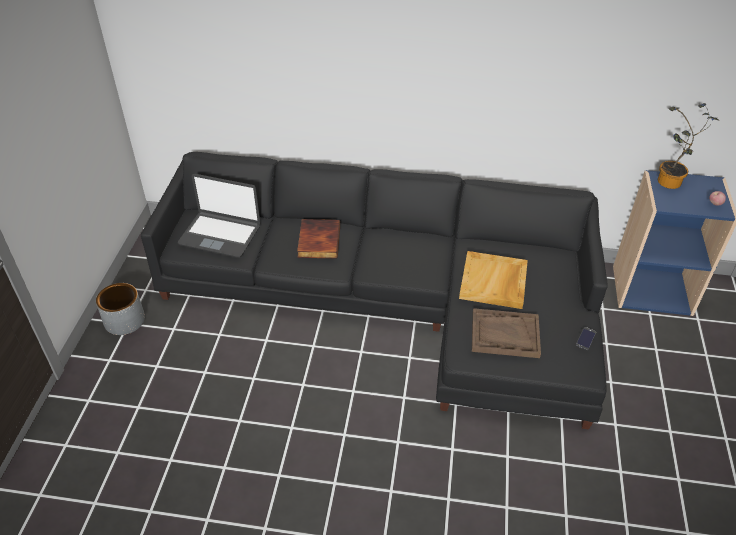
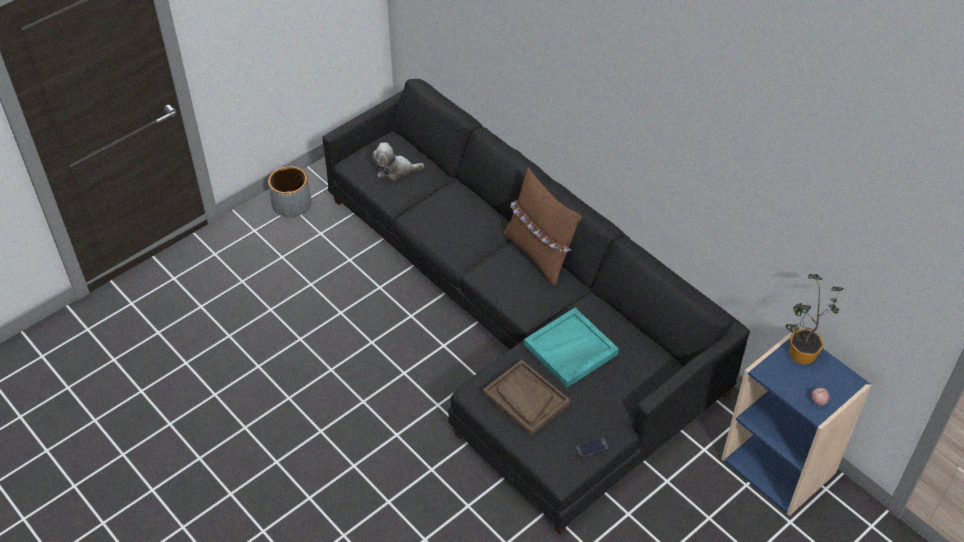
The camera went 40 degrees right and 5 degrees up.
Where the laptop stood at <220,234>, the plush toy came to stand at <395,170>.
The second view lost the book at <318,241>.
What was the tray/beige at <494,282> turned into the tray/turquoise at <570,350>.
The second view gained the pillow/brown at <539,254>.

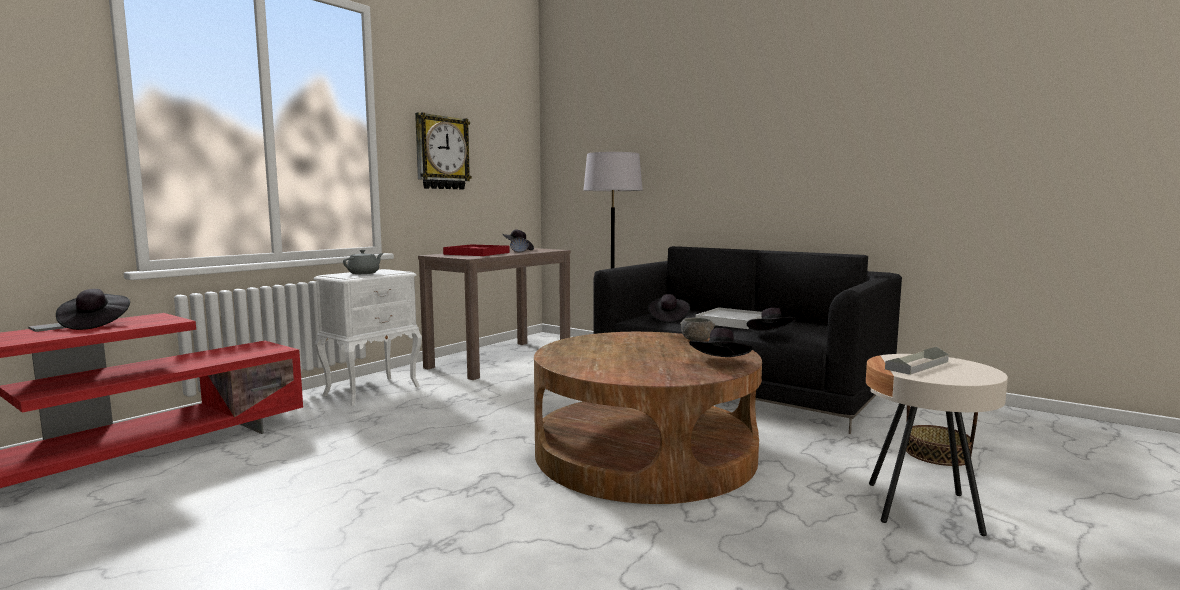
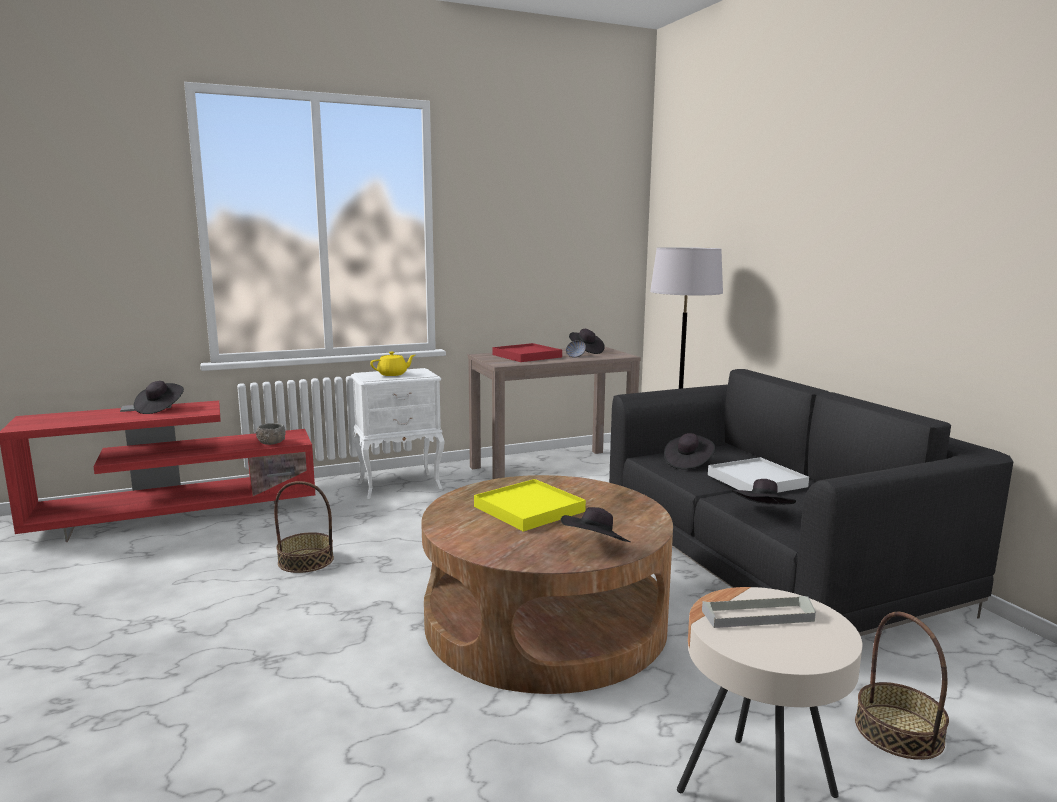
The camera went 30 degrees right and 5 degrees up.
What was the teapot/grey at <364,273> turned into the teapot/yellow at <393,374>.
The second view lost the wall clock at <441,153>.
The bowl/grey ended up elsewhere, having gone from <697,339> to <271,443>.
The second view gained the basket at <306,560>.
The second view gained the tray/yellow at <528,509>.

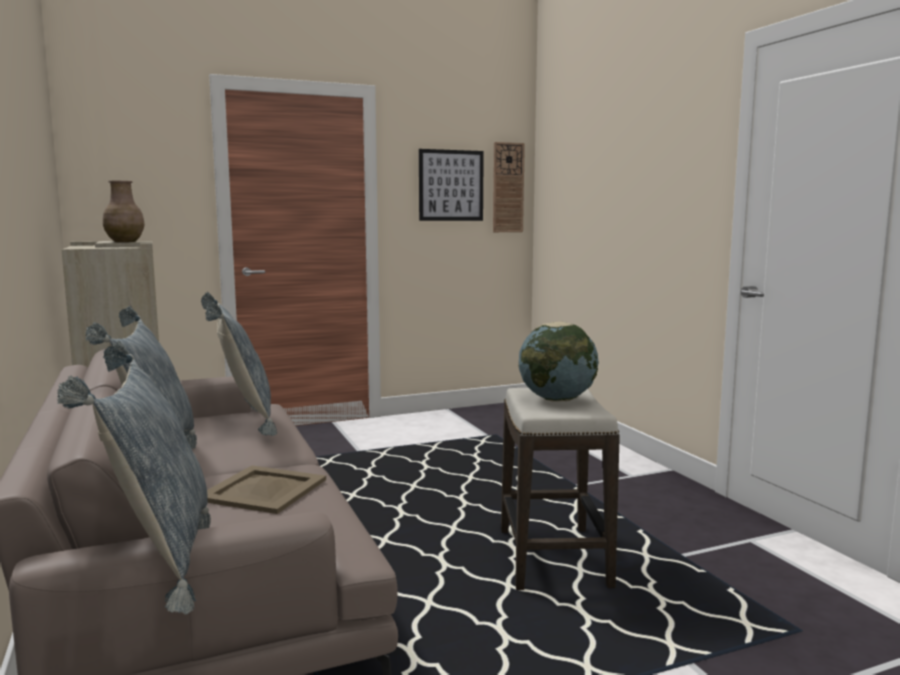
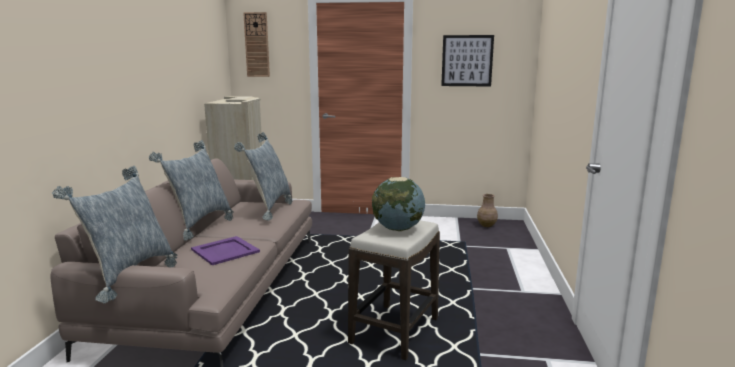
The camera went 30 degrees right and 5 degrees up.
The vase/brown ended up elsewhere, having gone from <125,241> to <487,225>.
What was the tray/beige at <263,490> turned into the tray/purple at <225,251>.
The wall clock ended up elsewhere, having gone from <508,187> to <257,45>.

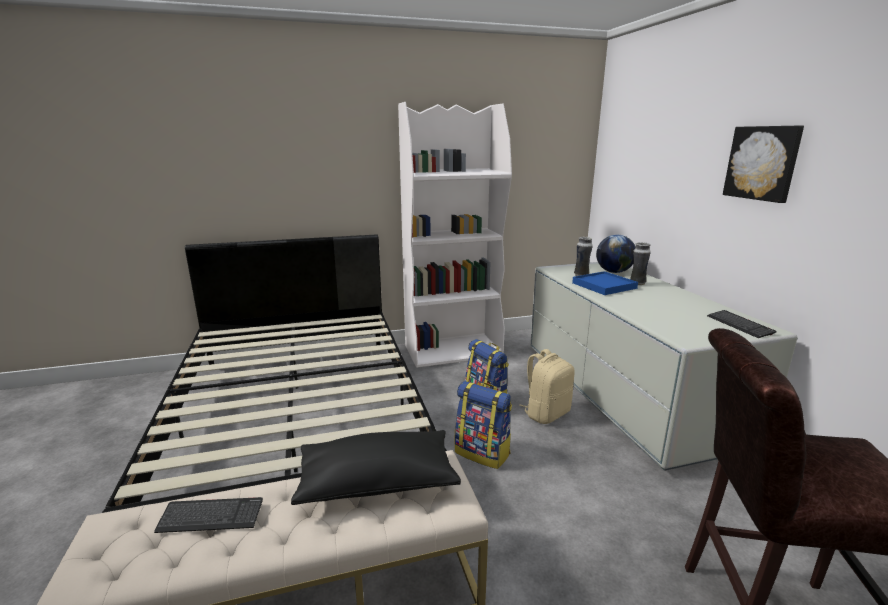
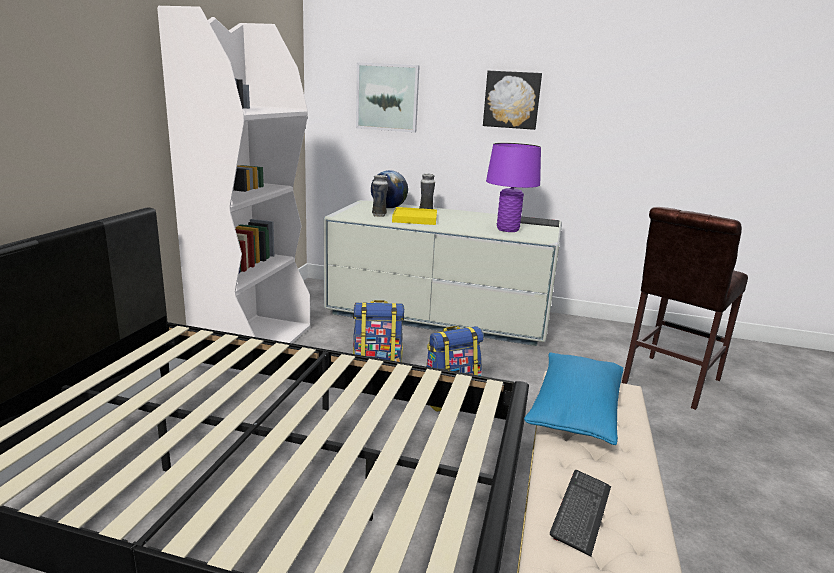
The camera went 60 degrees left and 0 degrees up.
What was the pillow/black at <377,482> turned into the pillow/blue at <575,412>.
The second view lost the backpack/beige at <546,413>.
What was the tray/blue at <604,286> turned into the tray/yellow at <415,219>.
The second view gained the picture at <387,97>.
The second view gained the table lamp/purple at <508,229>.

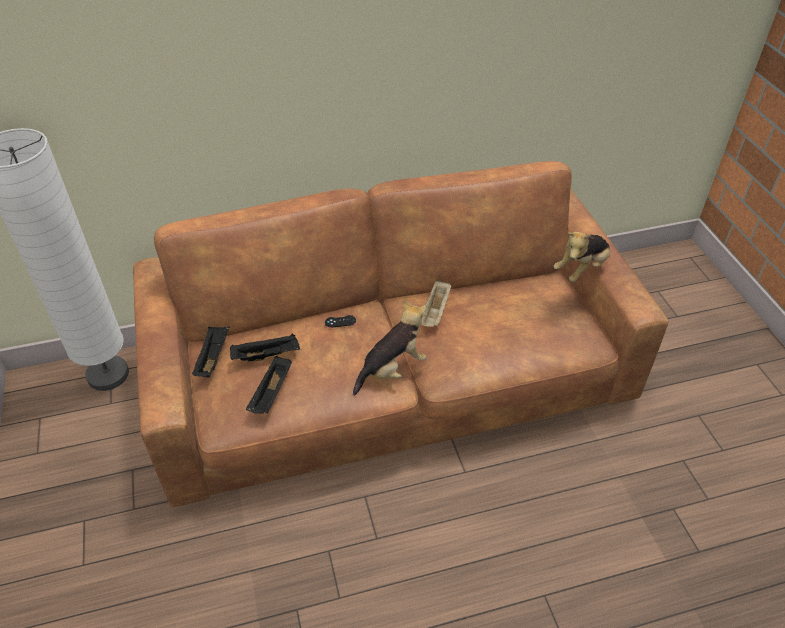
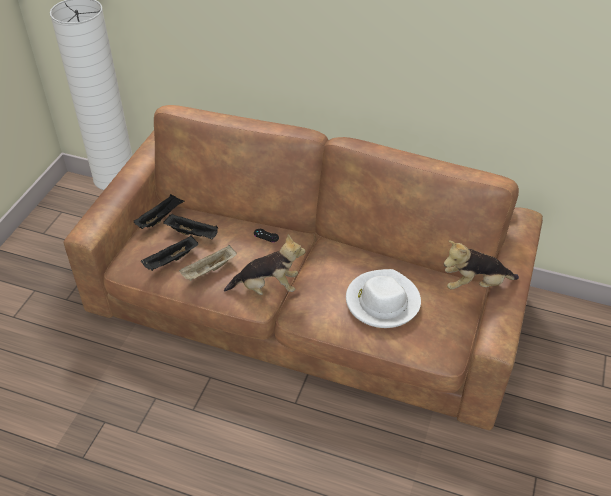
The camera went 35 degrees right and 0 degrees up.
The tray/beige ended up elsewhere, having gone from <435,312> to <209,270>.
The second view gained the hat/white at <382,301>.

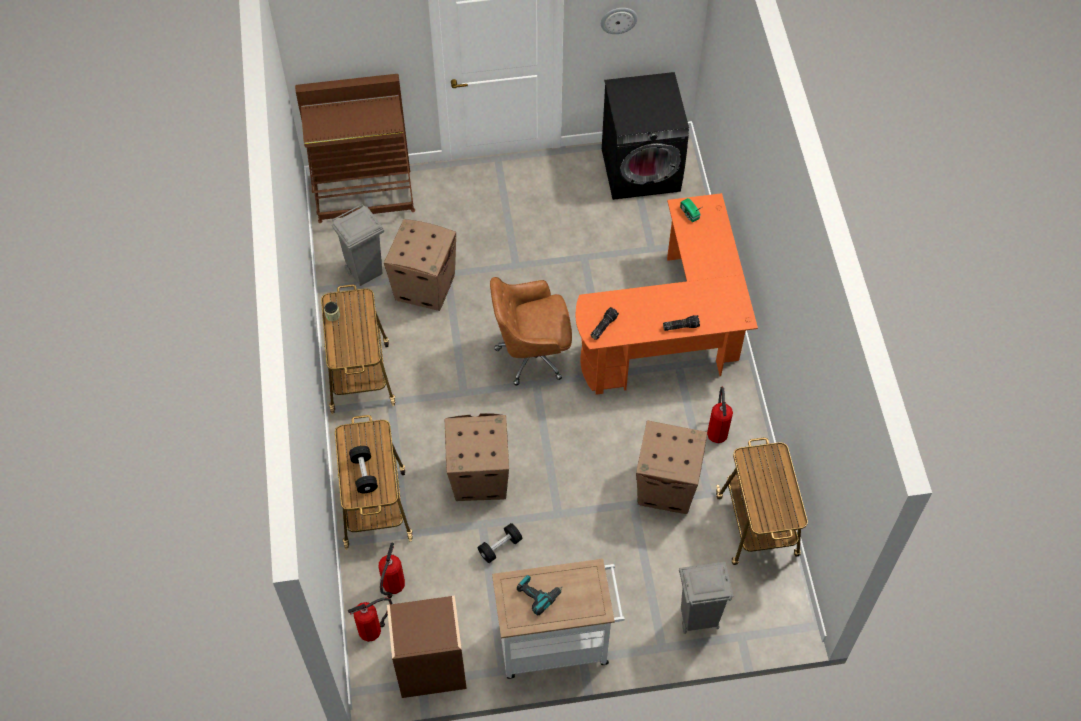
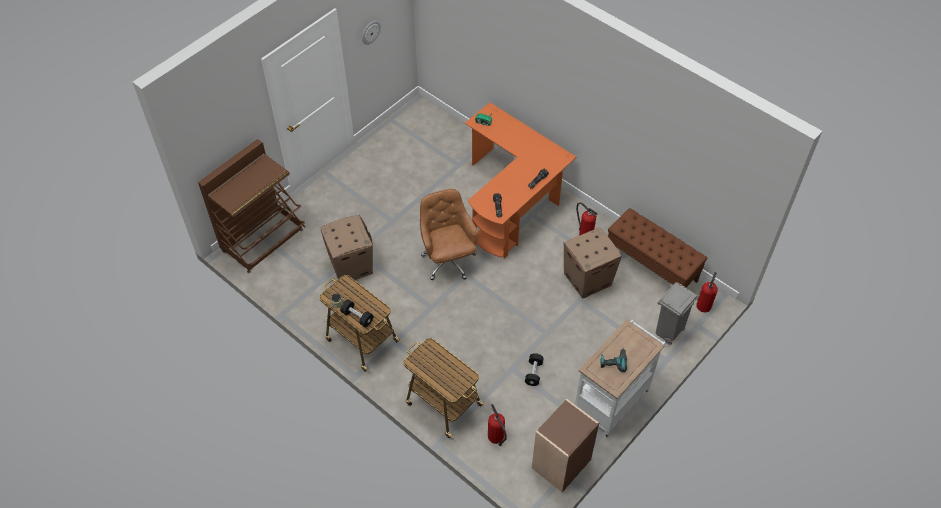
The camera went 40 degrees left and 5 degrees down.
The second view lost the trash can/grey at <365,271>.
The fire extinguisher ended up elsewhere, having gone from <372,629> to <704,304>.
The dumbbell/black ended up elsewhere, having gone from <364,474> to <357,317>.
The second view lost the cardboard box at <478,477>.
The office chair/brown at <532,354> ended up facing another way, 120 degrees clockwise from before.
The second view lost the washing machine/black at <641,169>.
Where the cart stood at <757,527>, the bench/brown came to stand at <651,267>.

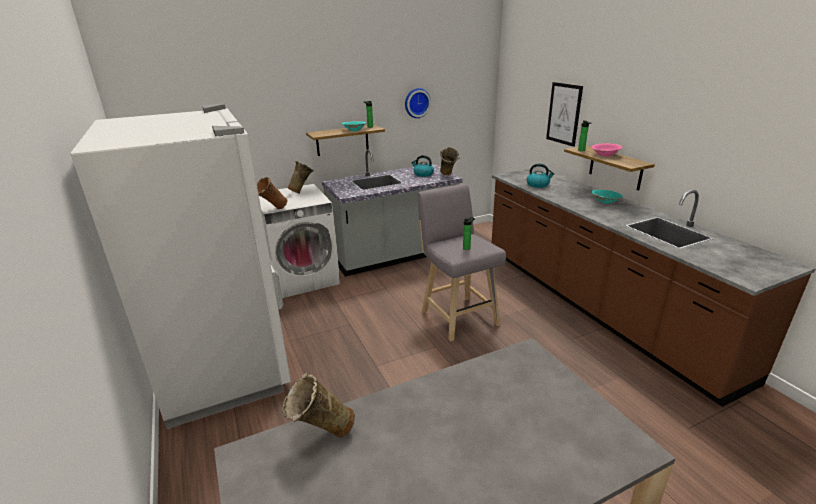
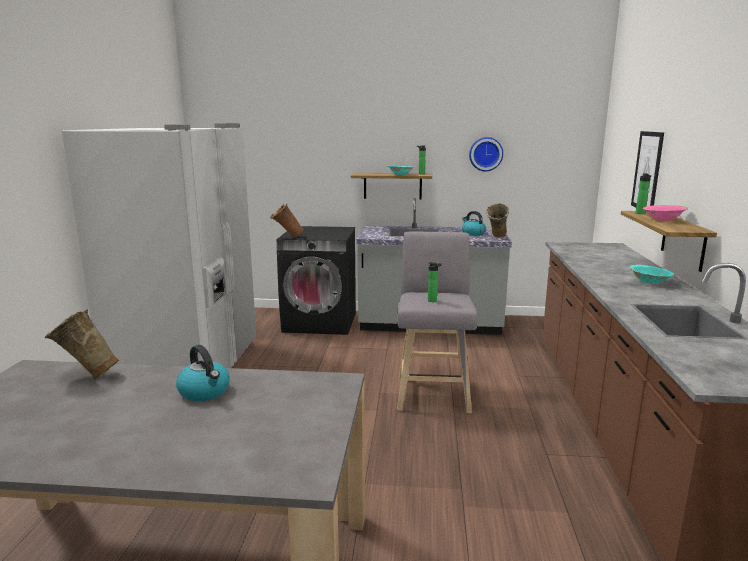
The camera went 30 degrees right and 10 degrees down.
What was the washing machine/white at <303,277> turned into the washing machine/black at <321,322>.
The second view lost the vase/beige at <302,192>.
The kettle ended up elsewhere, having gone from <538,184> to <205,392>.

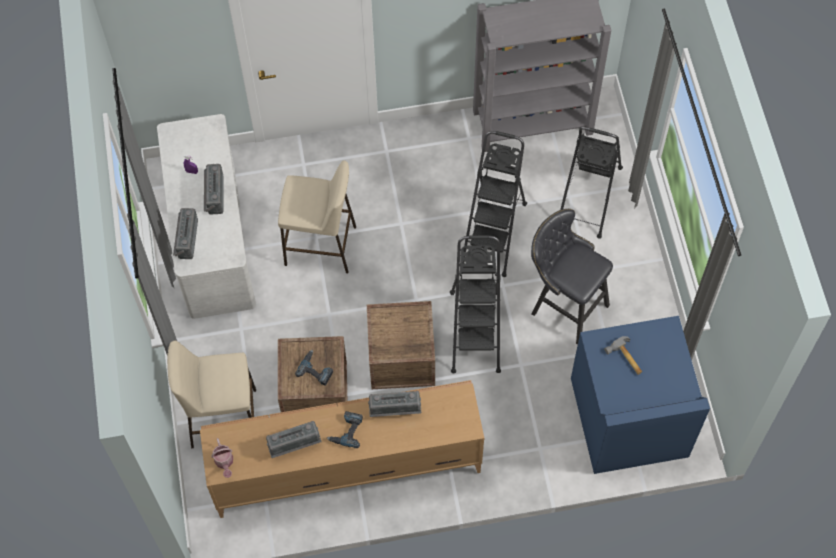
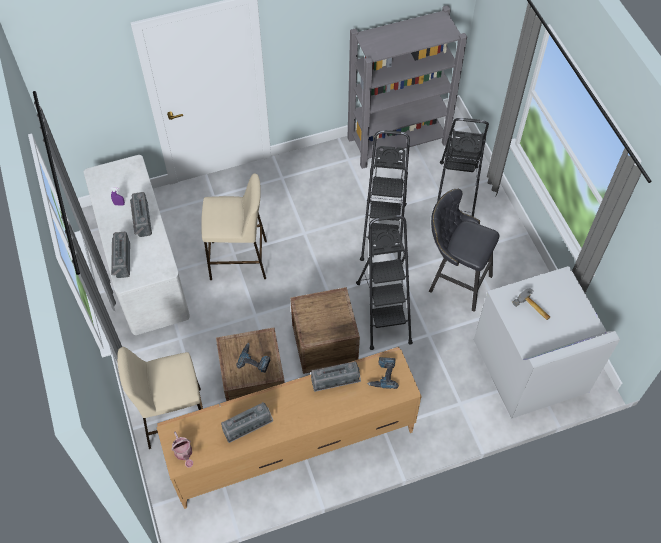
The camera went 10 degrees left and 5 degrees down.
The power drill ended up elsewhere, having gone from <346,431> to <383,375>.
What was the washing machine/blue at <628,417> turned into the washing machine/white at <529,365>.

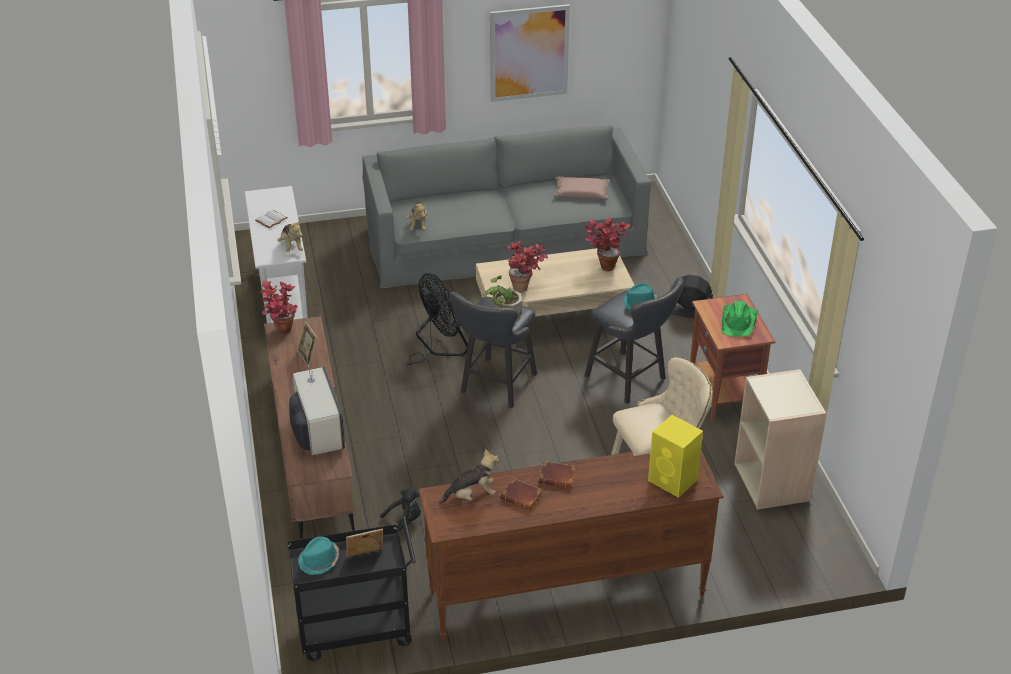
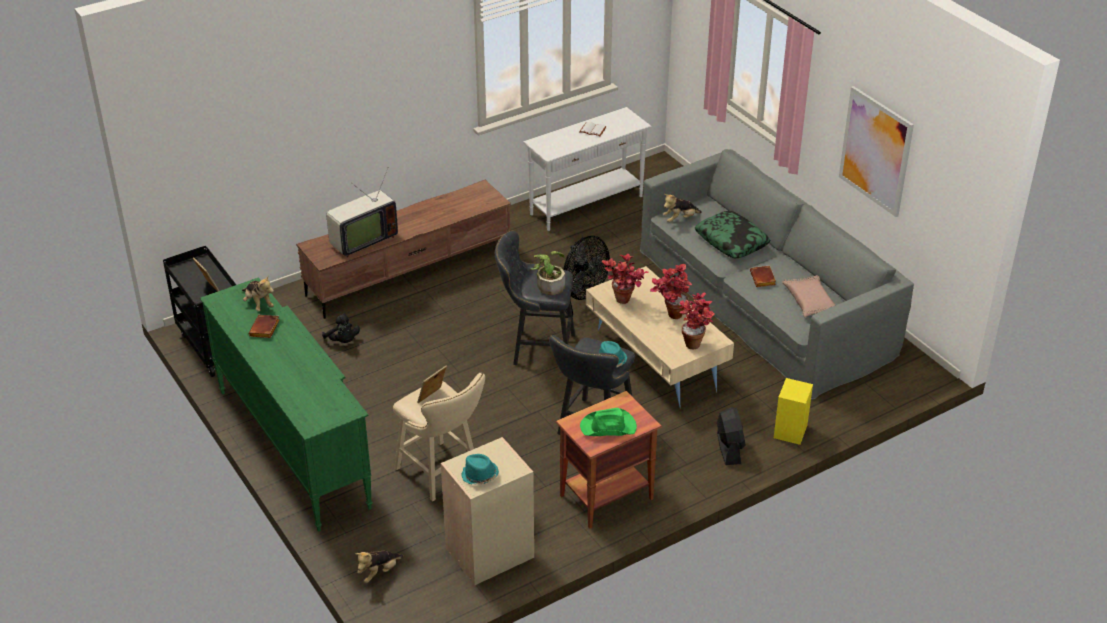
The camera went 70 degrees right and 0 degrees up.
The potted plant ended up elsewhere, having gone from <281,333> to <669,315>.
The plush toy ended up elsewhere, having gone from <291,246> to <379,572>.
The picture frame ended up elsewhere, having gone from <308,357> to <432,398>.
The hat/turquoise ended up elsewhere, having gone from <319,561> to <479,475>.
What was the cabinet/brown at <566,592> turned into the cabinet/green at <294,447>.
The book/brown ended up elsewhere, having gone from <558,477> to <763,279>.
The speaker/yellow ended up elsewhere, having gone from <673,480> to <790,432>.
The second view gained the pillow at <732,241>.

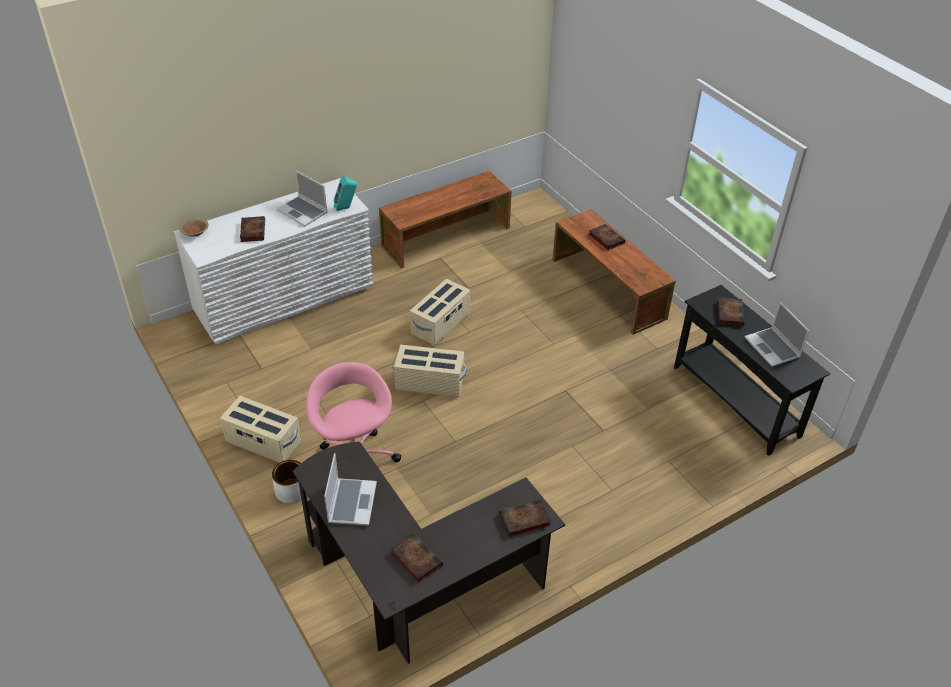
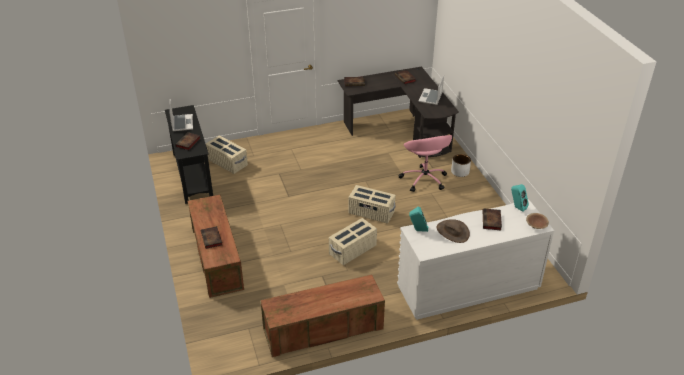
The camera went 165 degrees left and 5 degrees down.
The storage box/beige ended up elsewhere, having gone from <263,442> to <227,163>.
Where the laptop stood at <303,212>, the hat/brown came to stand at <452,232>.
The second view gained the speaker/turquoise at <517,207>.

